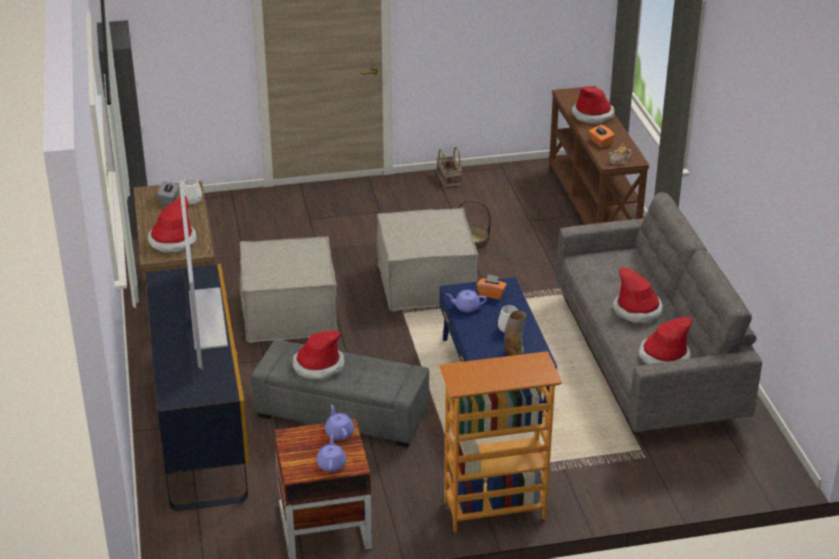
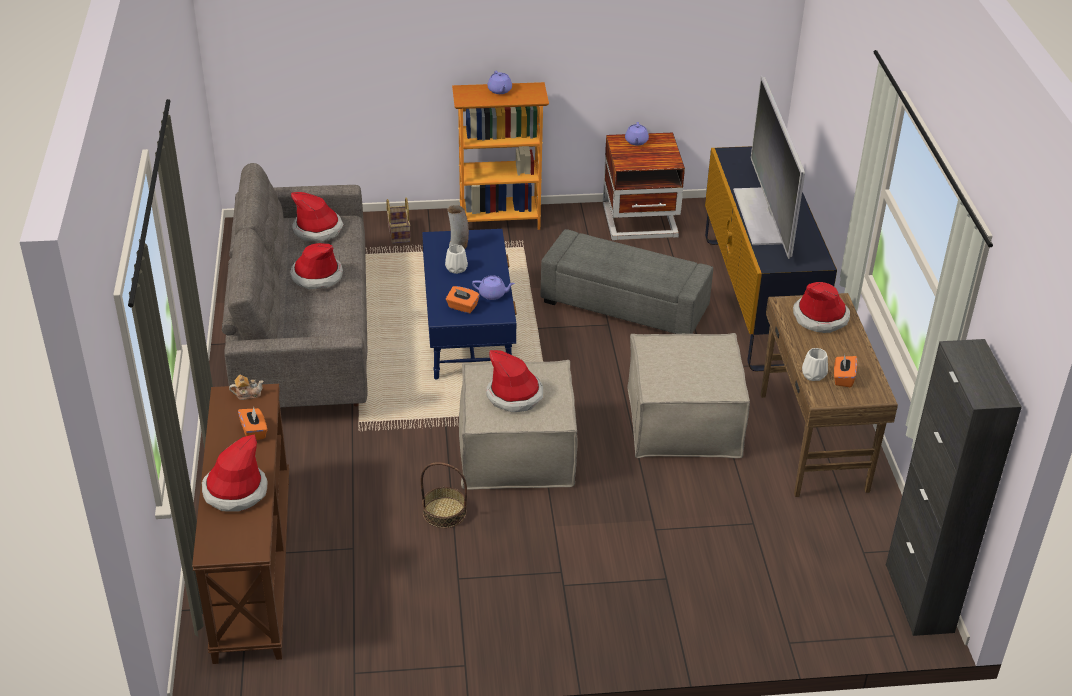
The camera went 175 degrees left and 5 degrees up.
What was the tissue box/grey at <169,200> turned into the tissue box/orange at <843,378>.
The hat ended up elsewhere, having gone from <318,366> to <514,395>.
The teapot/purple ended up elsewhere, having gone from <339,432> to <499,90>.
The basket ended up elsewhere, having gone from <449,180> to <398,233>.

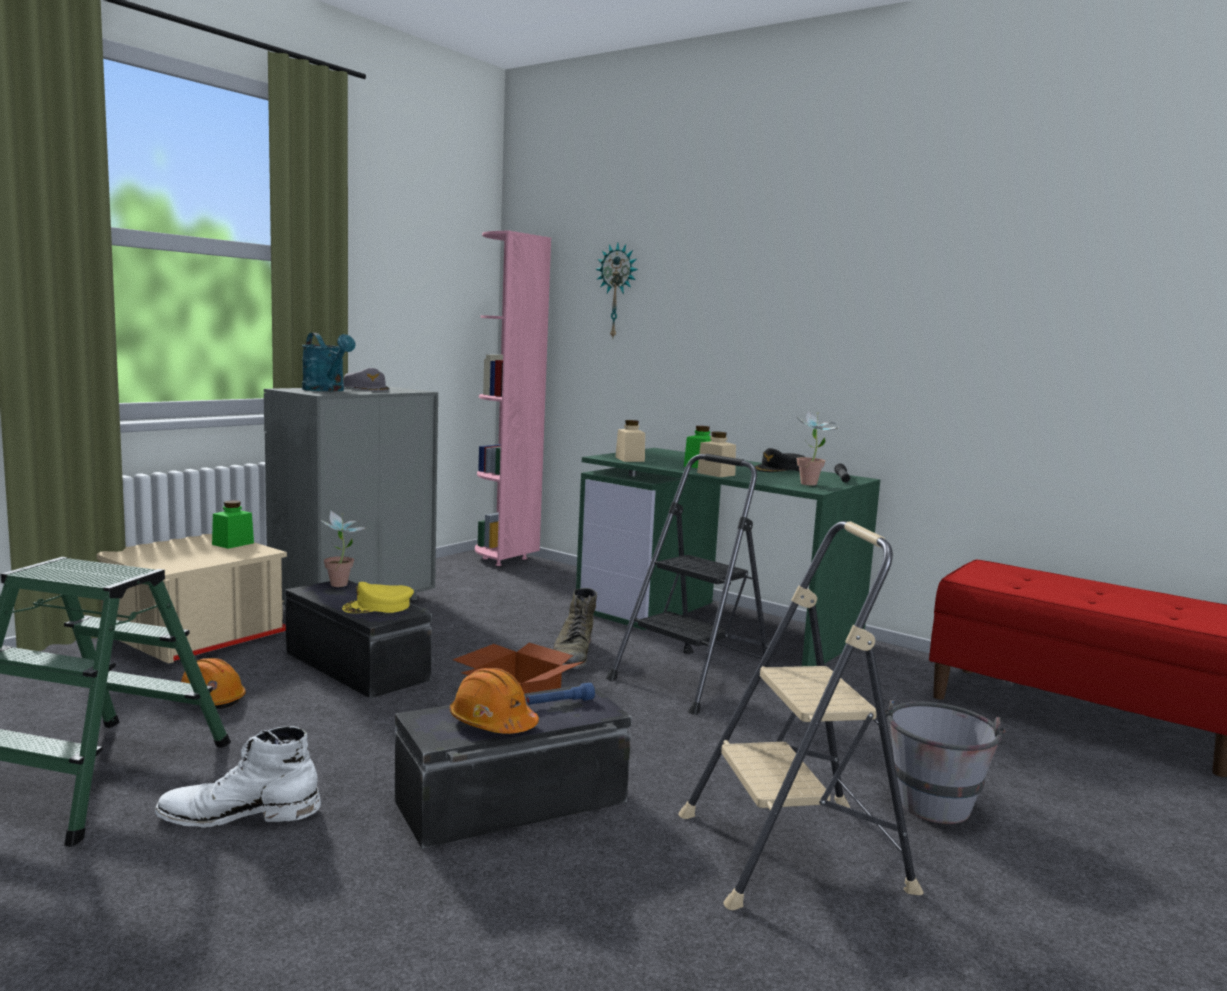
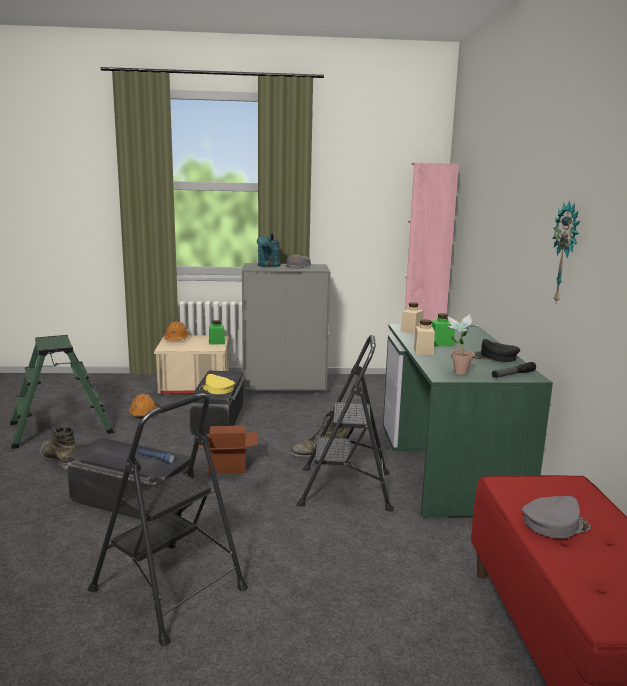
The camera went 50 degrees right and 5 degrees up.
What was the boot/white at <239,813> turned into the boot/green at <61,460>.
The second view lost the potted plant at <342,586>.
The hard hat/orange ended up elsewhere, having gone from <492,723> to <176,339>.
The wall clock ended up elsewhere, having gone from <617,291> to <566,253>.
What was the step ladder/beige at <800,850> turned into the step ladder/black at <170,590>.
The second view lost the bucket/grey at <932,798>.
The second view gained the cap/grey at <554,523>.

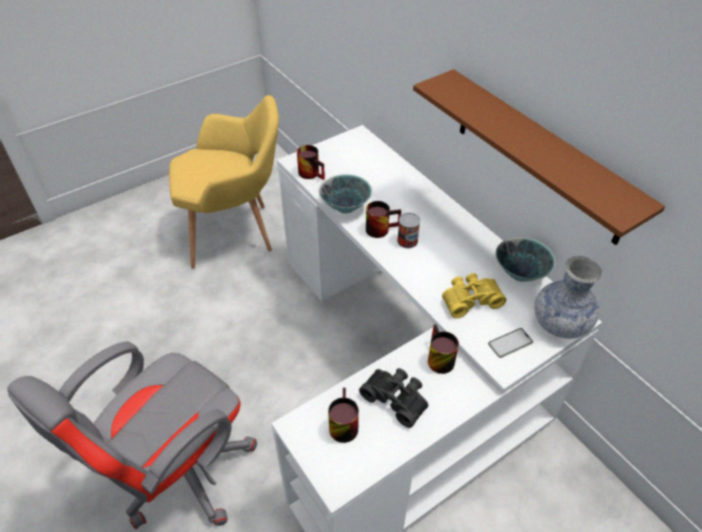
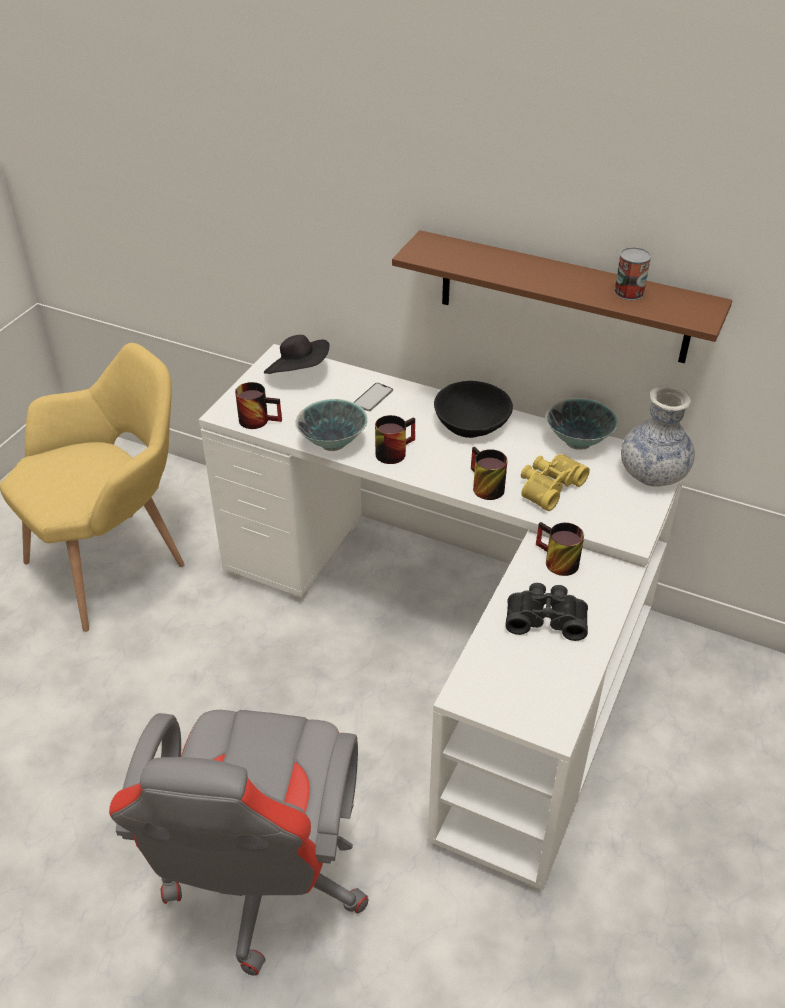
The camera went 30 degrees left and 5 degrees down.
The mug ended up elsewhere, having gone from <341,424> to <483,487>.
The can ended up elsewhere, having gone from <407,241> to <629,292>.
The phone ended up elsewhere, having gone from <510,343> to <373,397>.
The second view gained the hat/black at <298,373>.
The second view gained the bowl/black at <472,422>.

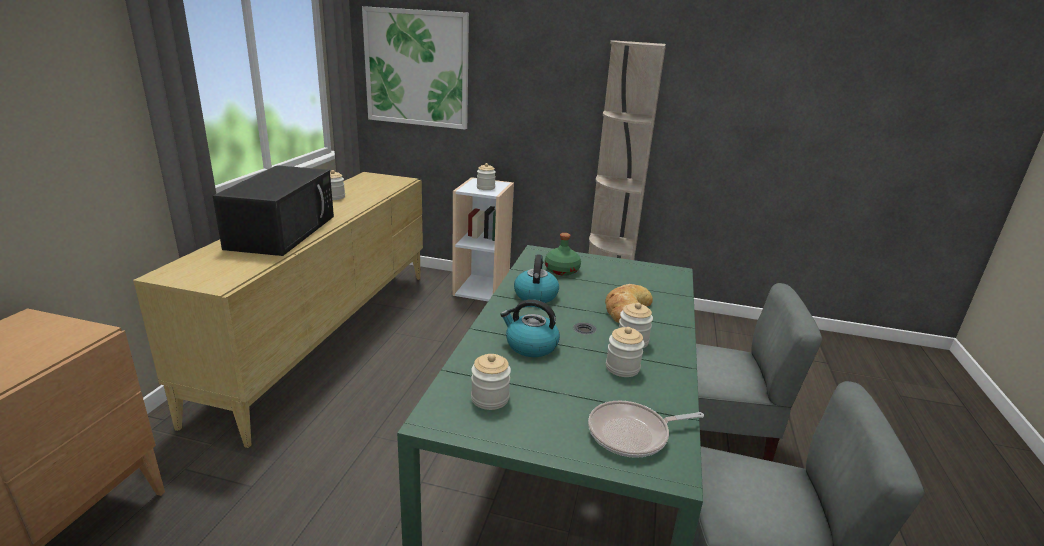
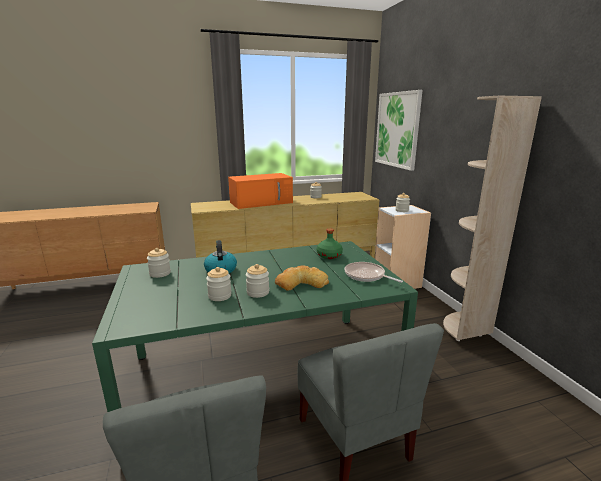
The camera went 60 degrees right and 5 degrees down.
What was the microwave/black at <283,231> turned into the microwave/orange at <262,202>.
The second view lost the kettle at <535,295>.
The frying pan ended up elsewhere, having gone from <632,434> to <366,276>.

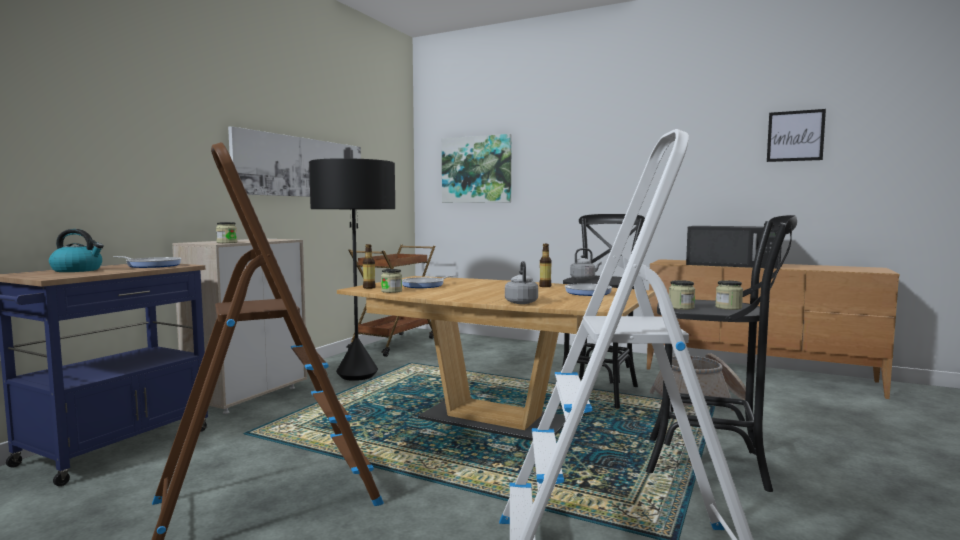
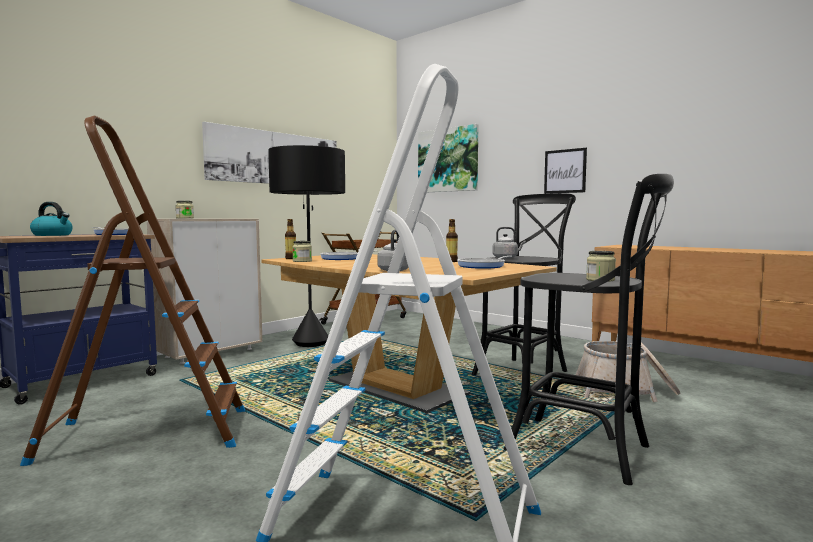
The camera went 15 degrees right and 0 degrees up.
The second view lost the jar at <681,307>.
The second view lost the microwave/black at <734,264>.
The picture ended up elsewhere, having gone from <795,136> to <565,171>.

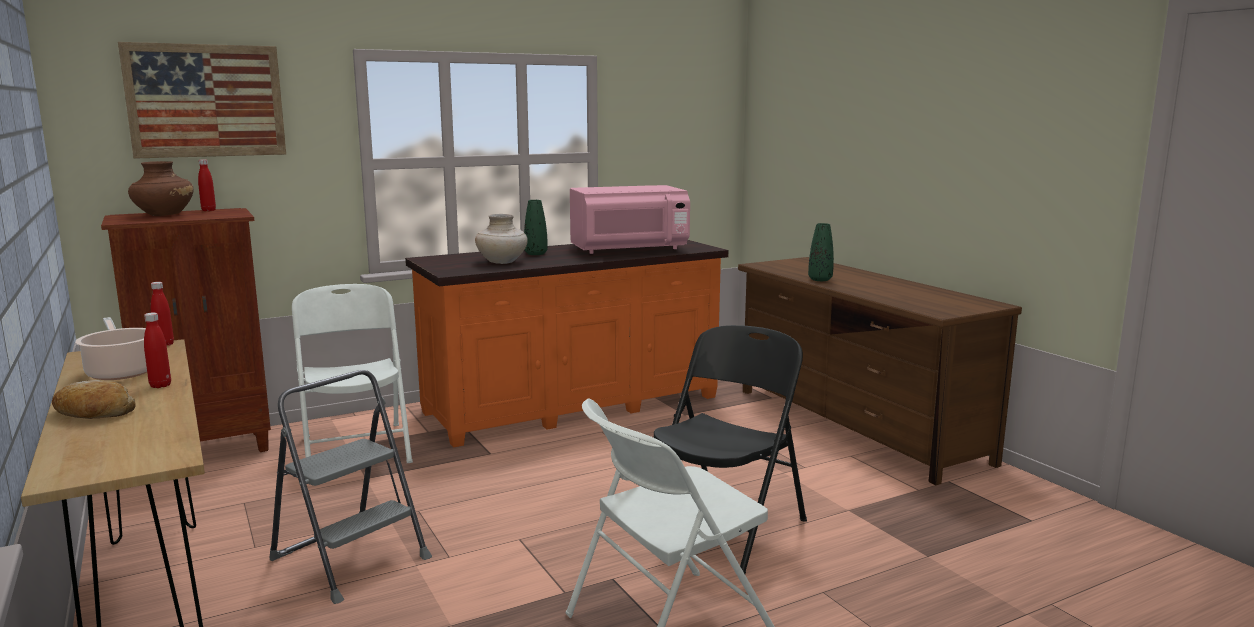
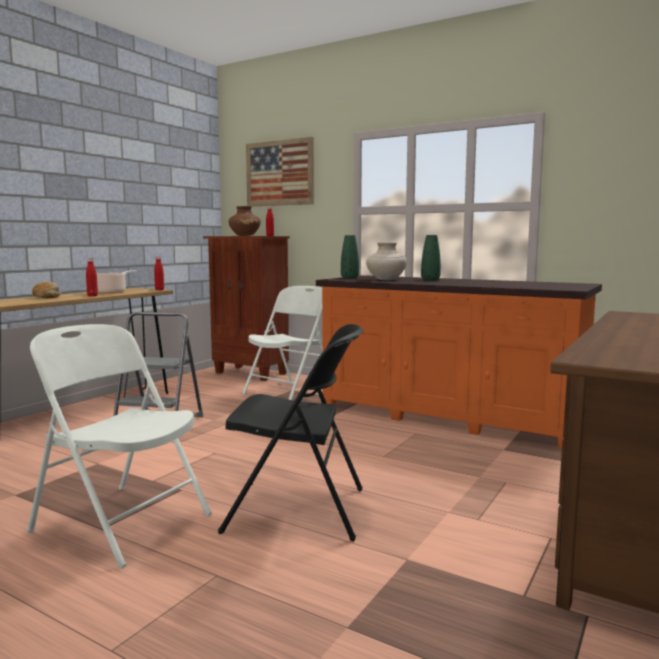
The camera went 60 degrees right and 5 degrees down.
The second view lost the microwave/pink at <629,250>.
The vase/green ended up elsewhere, having gone from <820,279> to <349,278>.

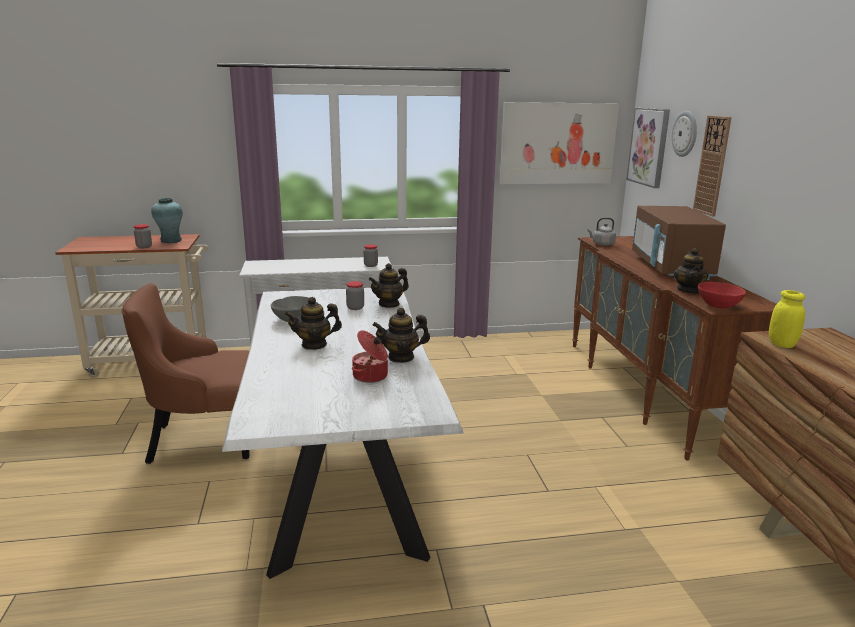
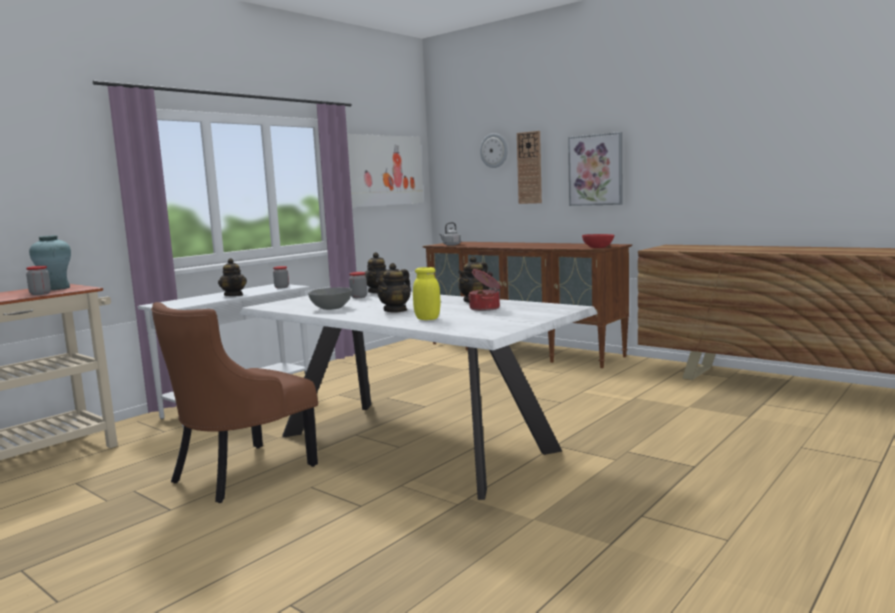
The camera went 40 degrees left and 10 degrees down.
The picture ended up elsewhere, having gone from <649,146> to <595,170>.
The second view lost the microwave/brown at <670,267>.
The teapot ended up elsewhere, having gone from <688,290> to <234,295>.
The jar/yellow ended up elsewhere, having gone from <781,344> to <427,319>.

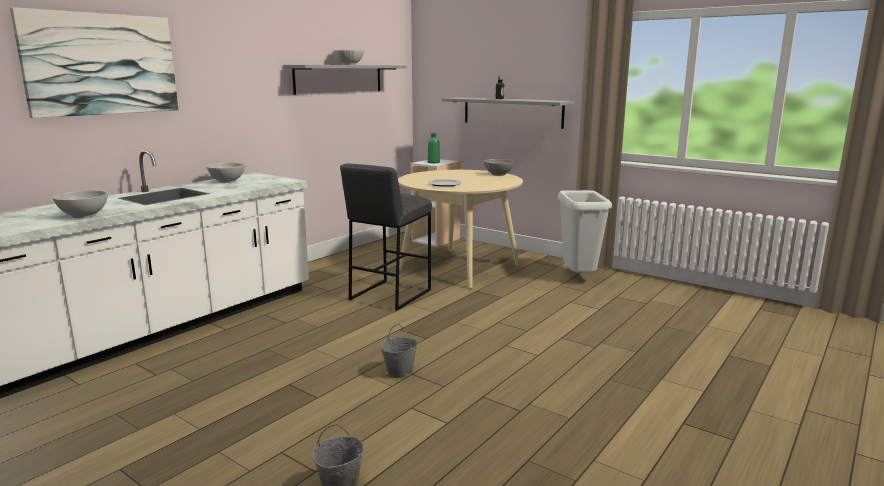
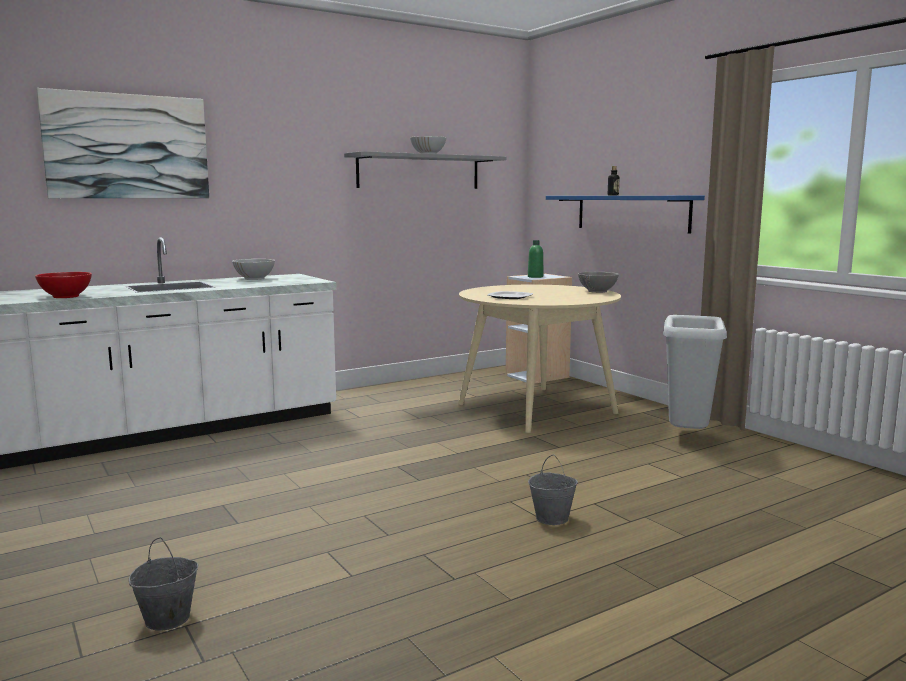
The camera went 20 degrees right and 5 degrees down.
What was the bowl/white at <83,215> turned into the bowl/red at <65,296>.
The second view lost the stool/grey at <389,295>.
The bucket/grey ended up elsewhere, having gone from <400,372> to <552,518>.
What was the shelf/grey at <512,112> turned into the shelf/blue at <631,213>.

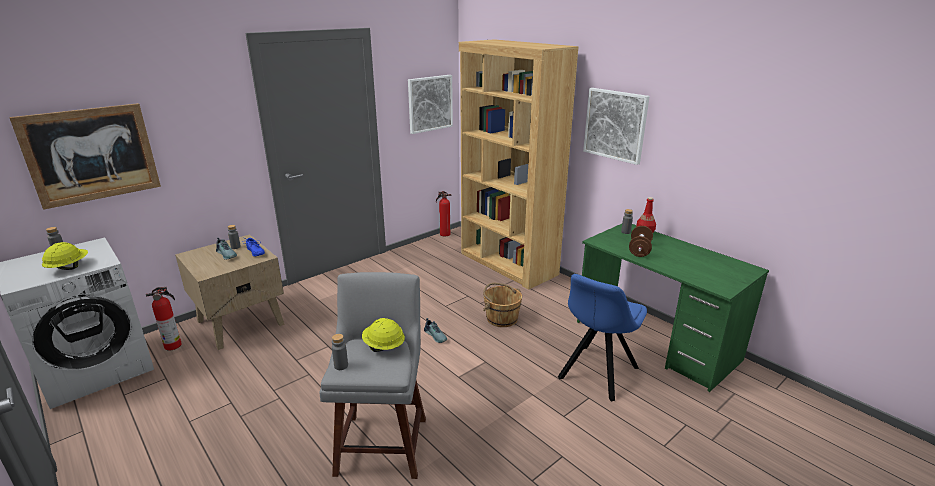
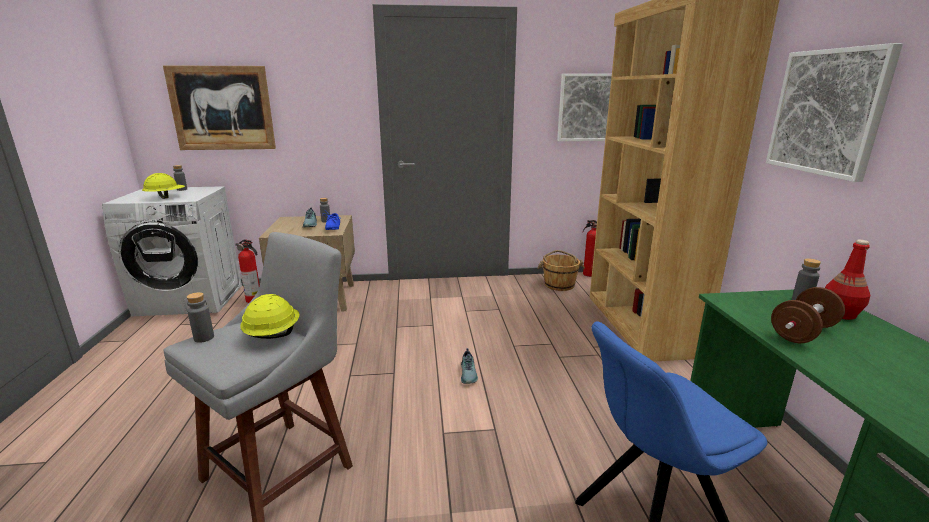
The camera went 35 degrees right and 5 degrees down.
The bucket/brown ended up elsewhere, having gone from <501,318> to <559,284>.

